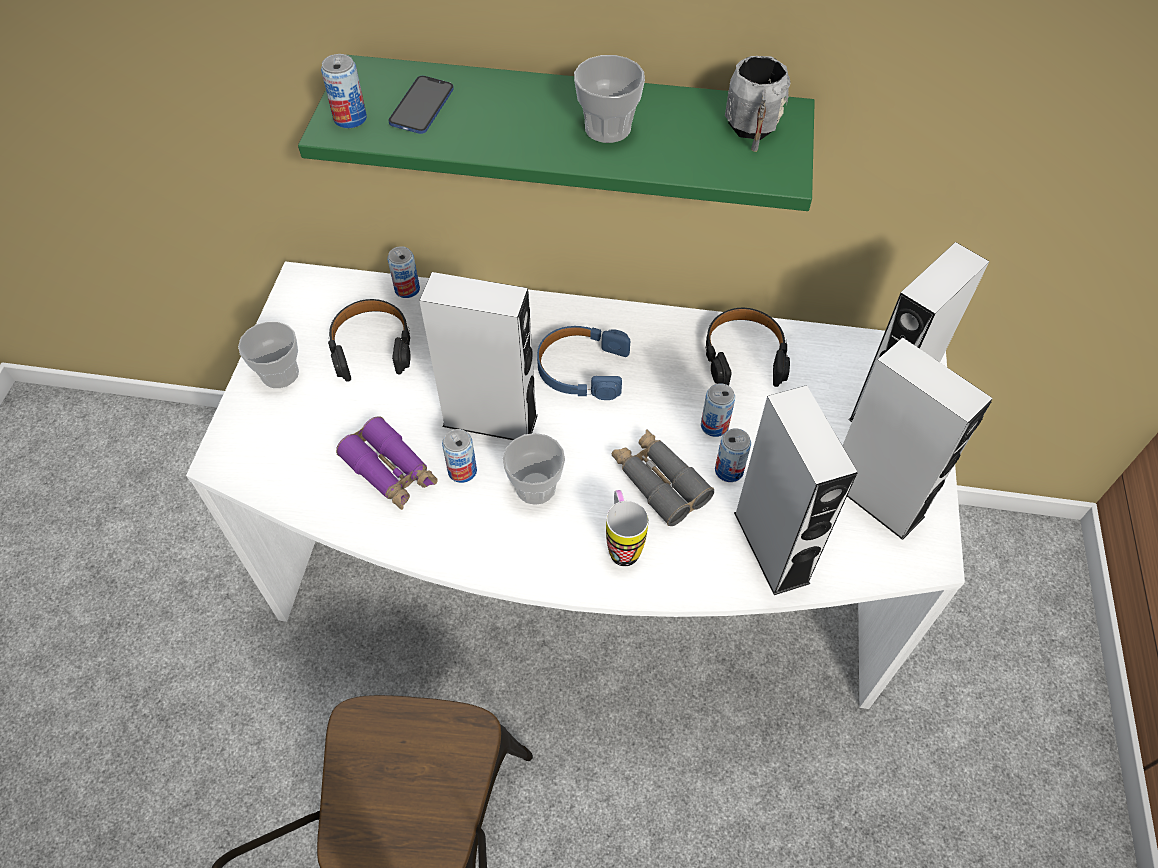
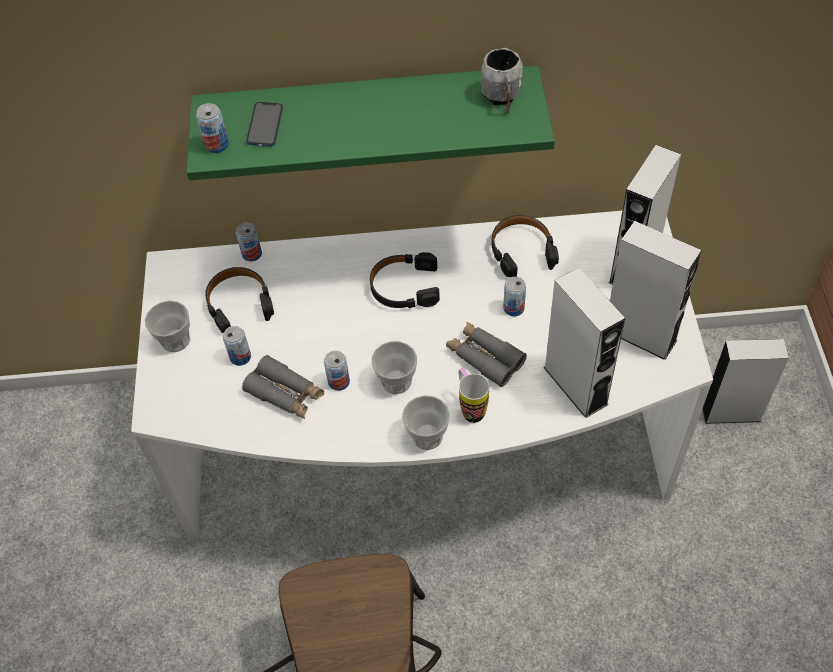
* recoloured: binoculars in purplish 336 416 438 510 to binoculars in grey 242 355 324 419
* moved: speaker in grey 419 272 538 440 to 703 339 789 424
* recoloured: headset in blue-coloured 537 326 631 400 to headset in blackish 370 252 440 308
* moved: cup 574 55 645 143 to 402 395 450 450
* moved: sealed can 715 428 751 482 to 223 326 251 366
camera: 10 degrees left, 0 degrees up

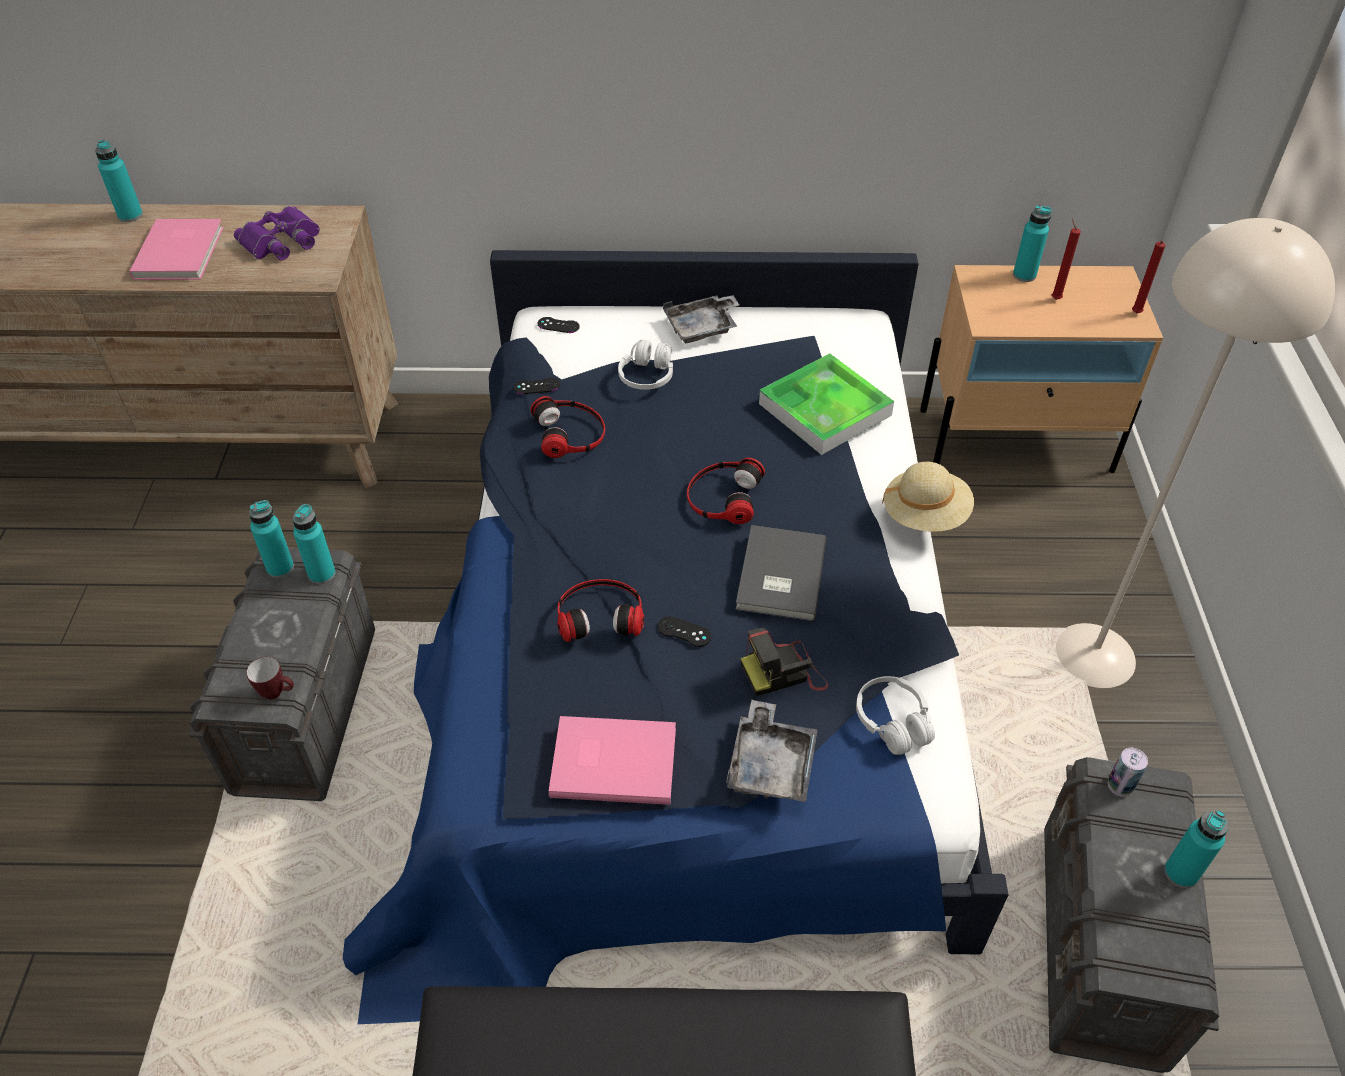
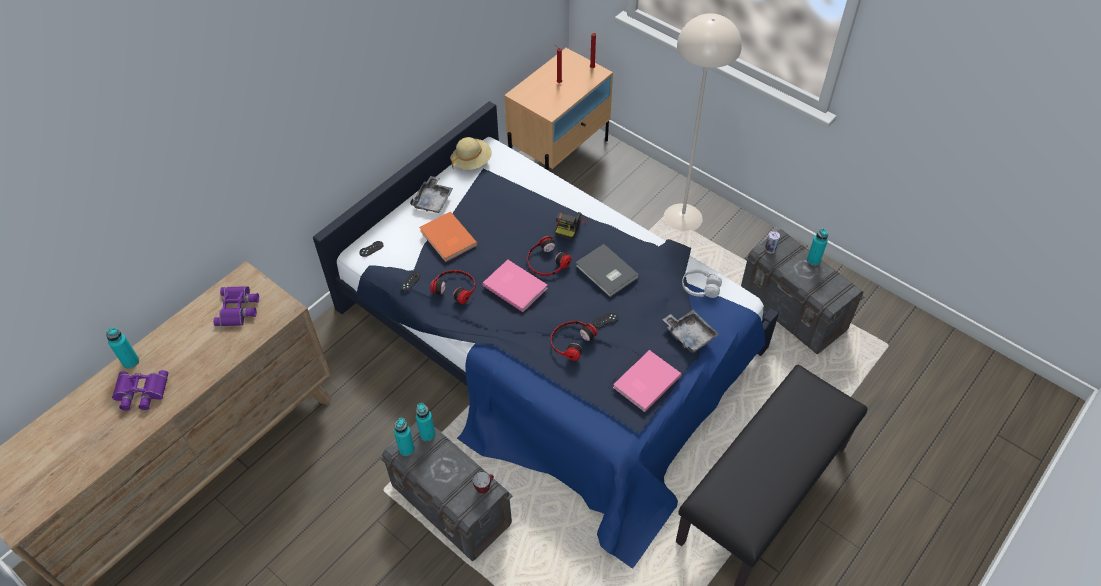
* moved: bound book in pinkish 130 219 224 280 to 482 260 548 312
* replaced: headset in white-coloured 618 340 673 390 to bound book in orange-coloured 419 212 478 262
* moved: photo camera 741 628 828 696 to 555 212 588 240
* removed: tray 759 353 894 455
* moved: clothing hat in sand-coloured 882 462 974 532 to 450 137 492 170
* removed: drink bottle in turquoise-coloured 1013 205 1052 282
* added: binoculars in purplish 112 370 168 411
camera: 50 degrees left, 5 degrees up

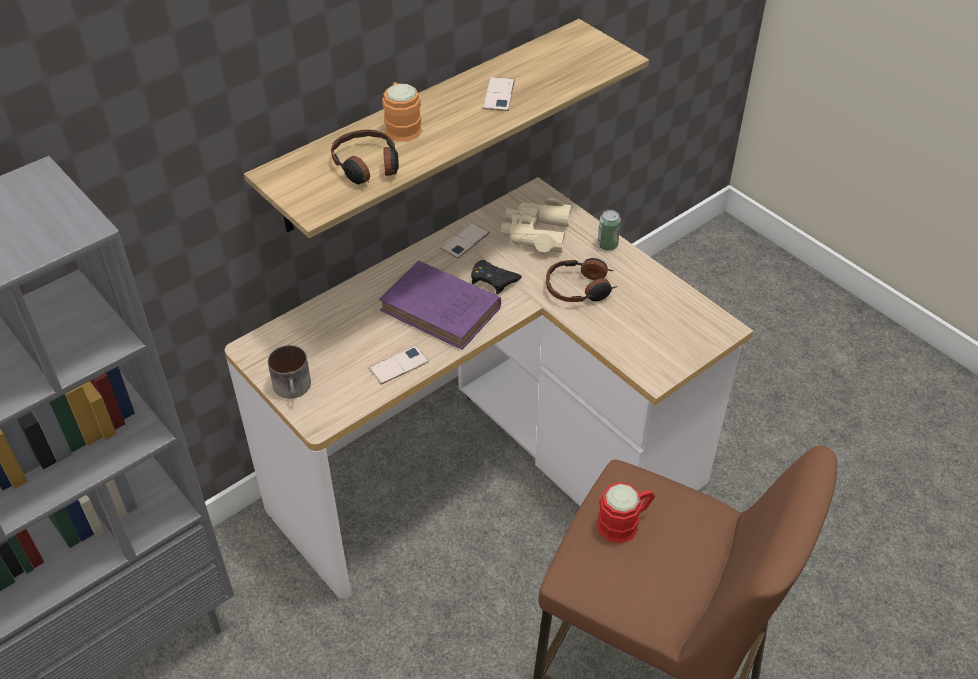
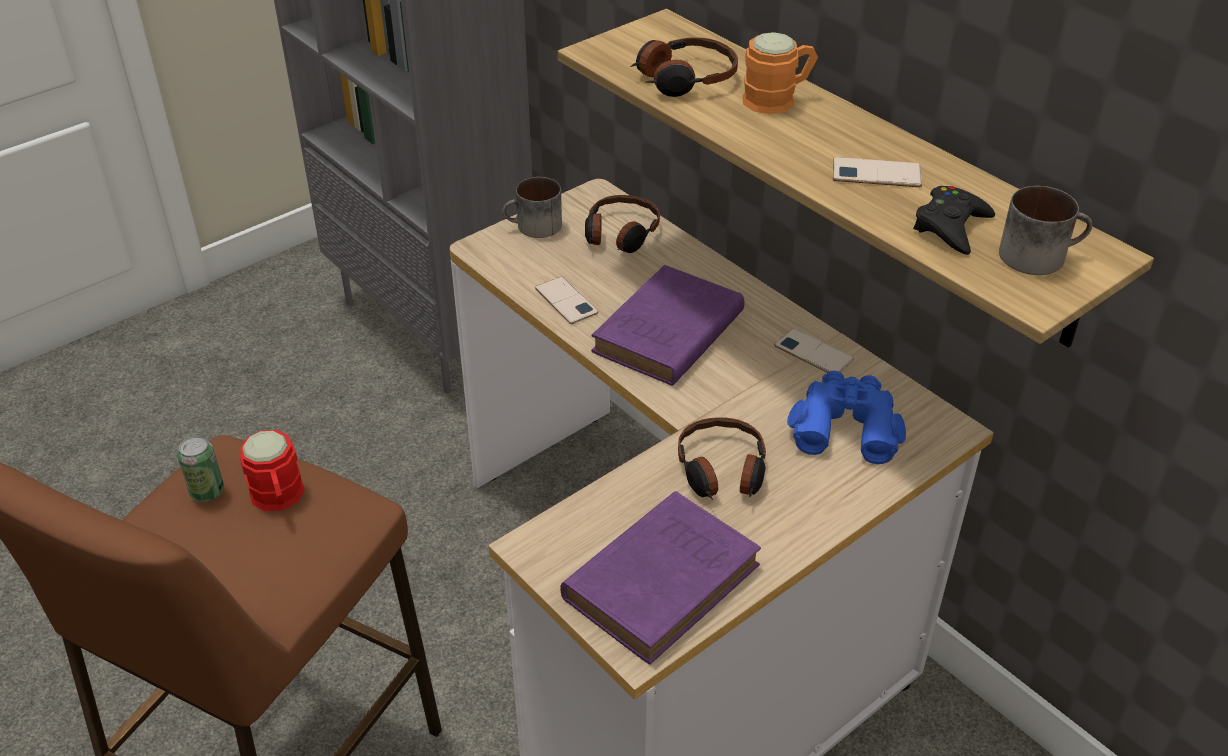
* moved: gamepad in blackish 471 260 522 294 to 913 186 995 255
* recoloured: binoculars in sand-coloured 501 198 572 253 to binoculars in blue-coloured 787 371 906 464
* moved: sealed can 597 210 621 251 to 177 436 224 502
* added: bound book in purplish 560 491 761 665
* added: headset 585 195 660 253
* added: tea mug 999 186 1092 275
camera: 90 degrees right, 5 degrees down

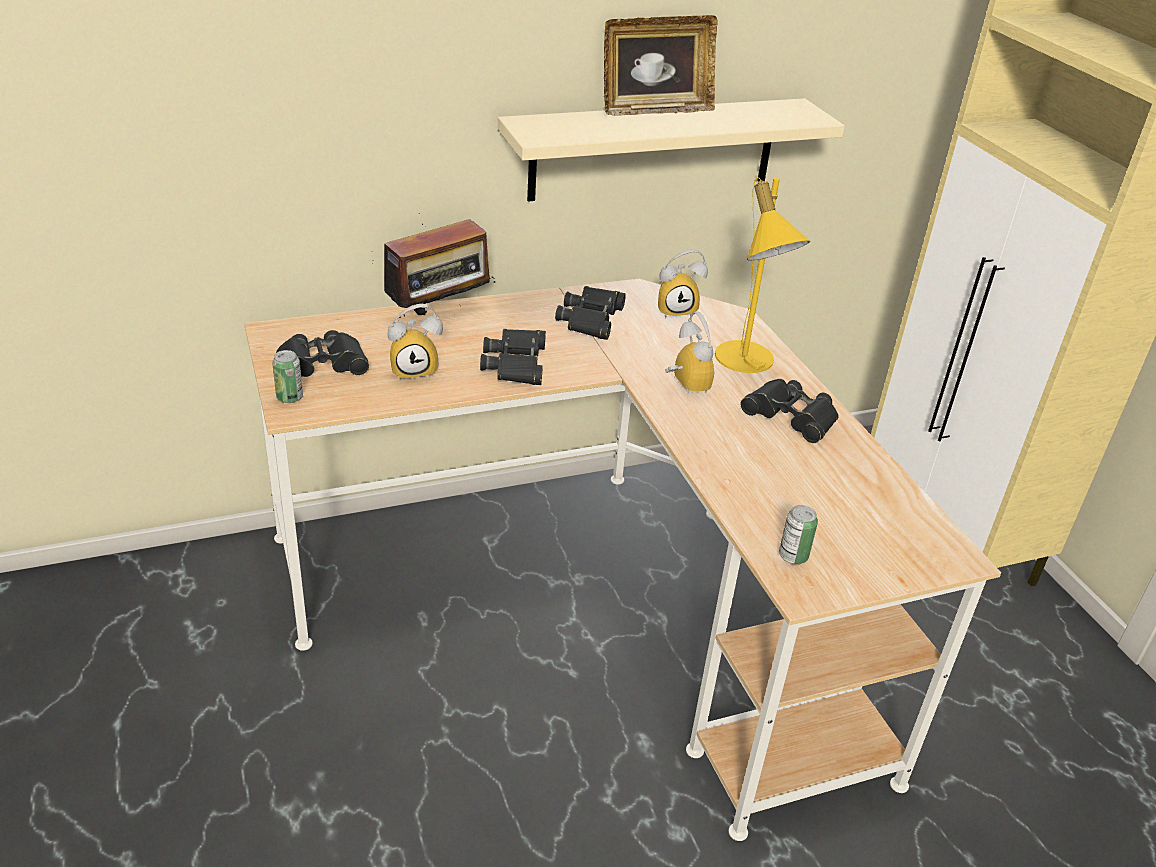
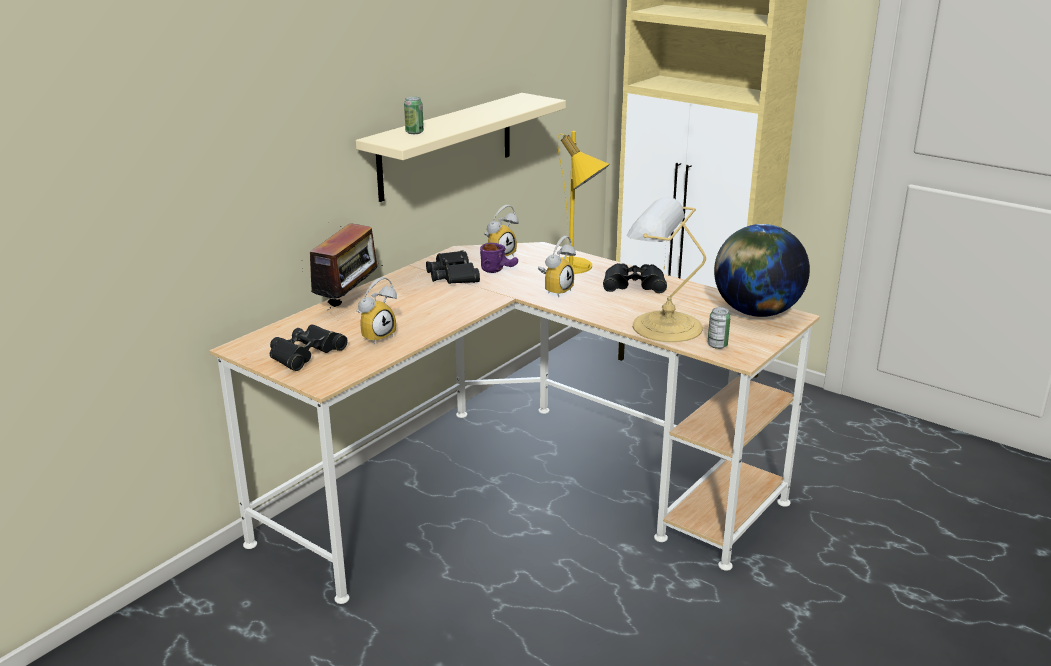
* moved: sealed can 272 350 303 403 to 404 97 424 134
* removed: binoculars in blackish 480 329 546 385
* removed: photo frame 604 15 718 116
* turned: alarm clock 665 312 714 394 = 538 236 576 297 90 degrees clockwise
* added: tea mug in purplish 480 243 518 273
* added: tabletop lamp 626 197 706 342
* added: world globe 714 224 810 317
camera: 30 degrees left, 10 degrees down

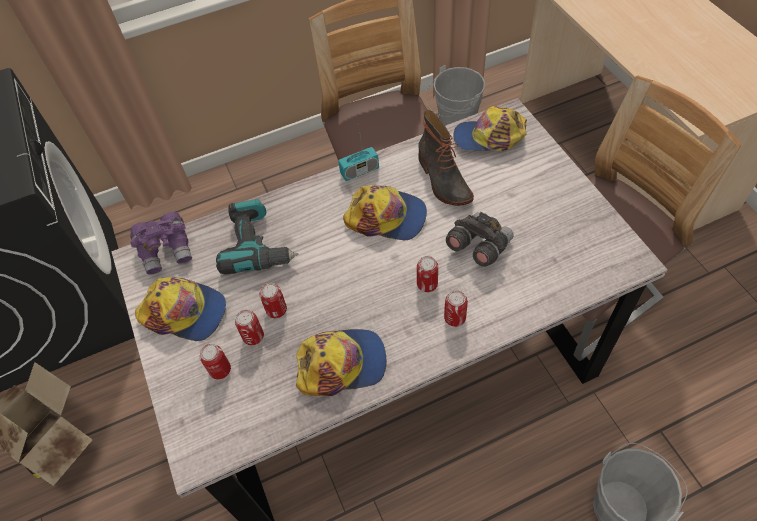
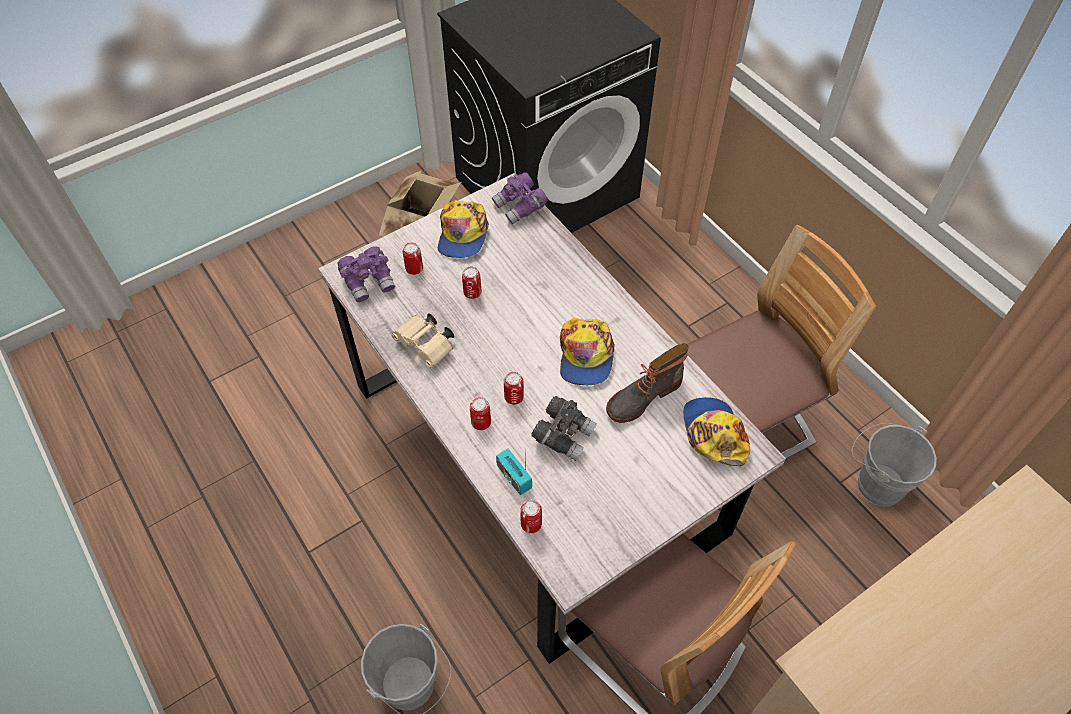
* removed: electric drill 216 199 299 275
* moved: sealed can 235 310 264 345 to 520 500 542 533
* replaced: cap 296 329 387 396 to binoculars in sand-coloured 392 313 454 368
* moved: radio set 338 128 379 181 to 496 448 532 495
* added: binoculars in purplish 337 246 395 302
camera: 75 degrees right, 0 degrees up

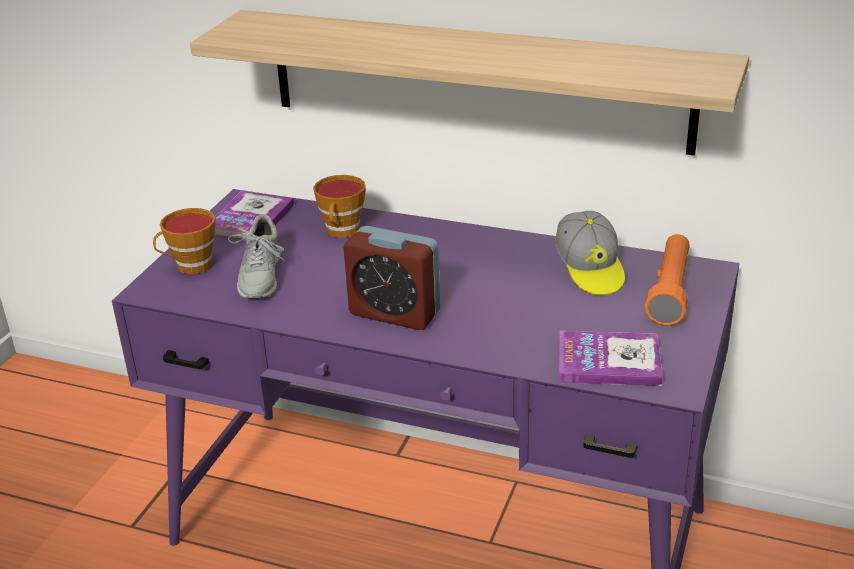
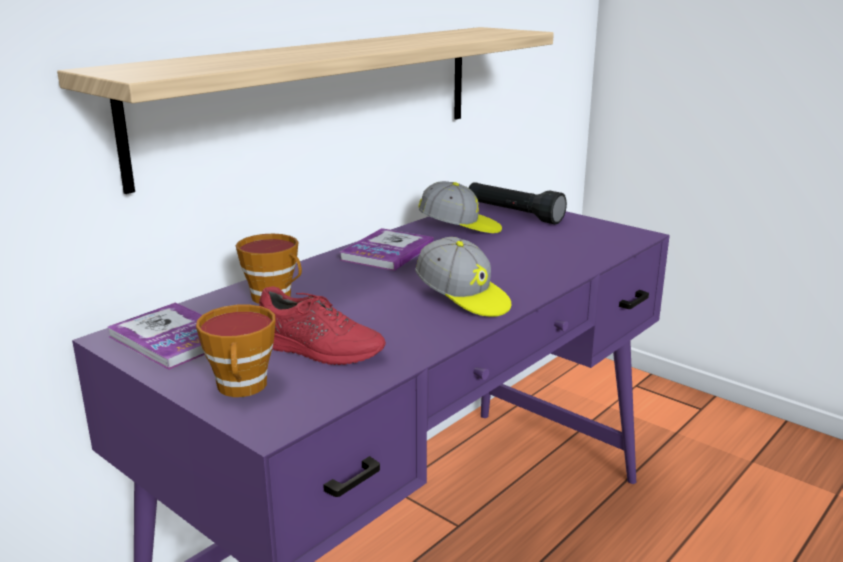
* recoloured: shoe in grey 228 215 285 298 to shoe in reddish 259 286 386 365
* replaced: alarm clock 344 226 440 330 to cap 415 237 511 317
* moved: bound book 559 331 663 386 to 340 228 434 271
* recoloured: flashlight in orange-coloured 645 234 690 326 to flashlight in blackish 468 182 567 224
camera: 70 degrees left, 10 degrees down

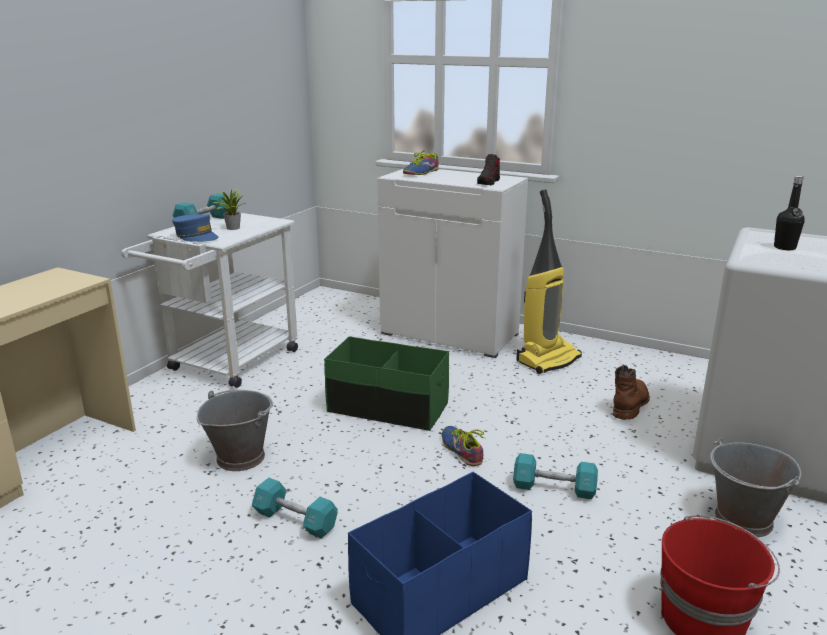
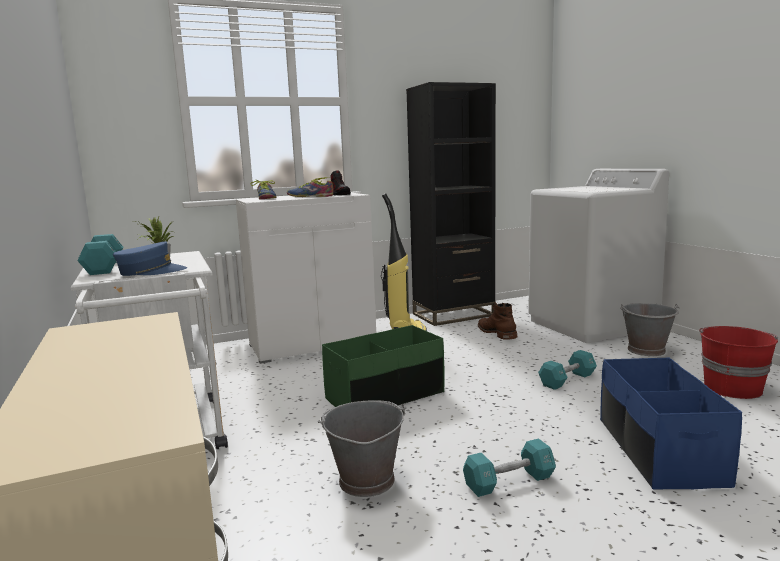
* moved: shoe 442 426 486 466 to 287 177 333 197
* removed: drink bottle in blackish 774 176 805 250
* added: bookcase in blackish 406 82 496 326
camera: 50 degrees left, 10 degrees down

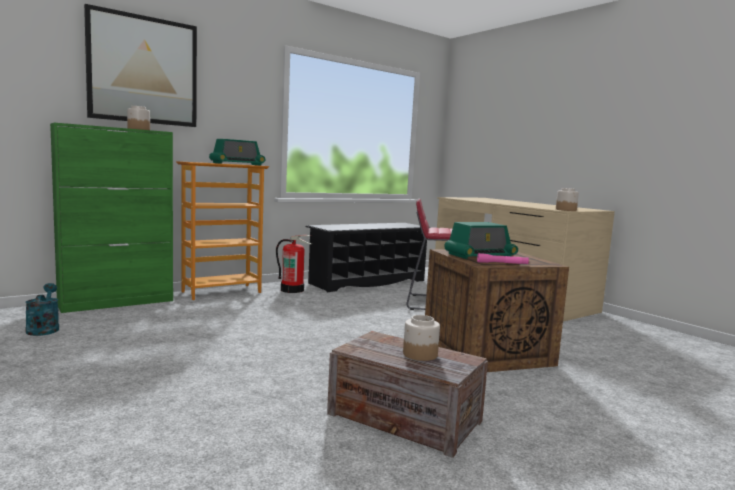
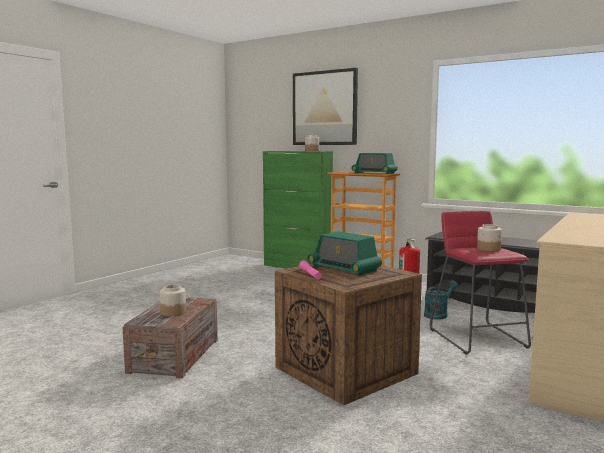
* moved: watering pot in turquoise-coloured 25 283 59 336 to 424 281 458 320
* moved: jar 556 188 579 211 to 477 224 502 251
camera: 70 degrees right, 0 degrees up

